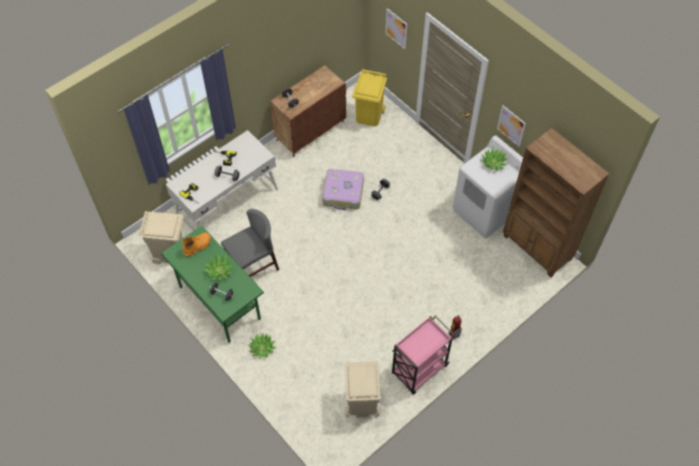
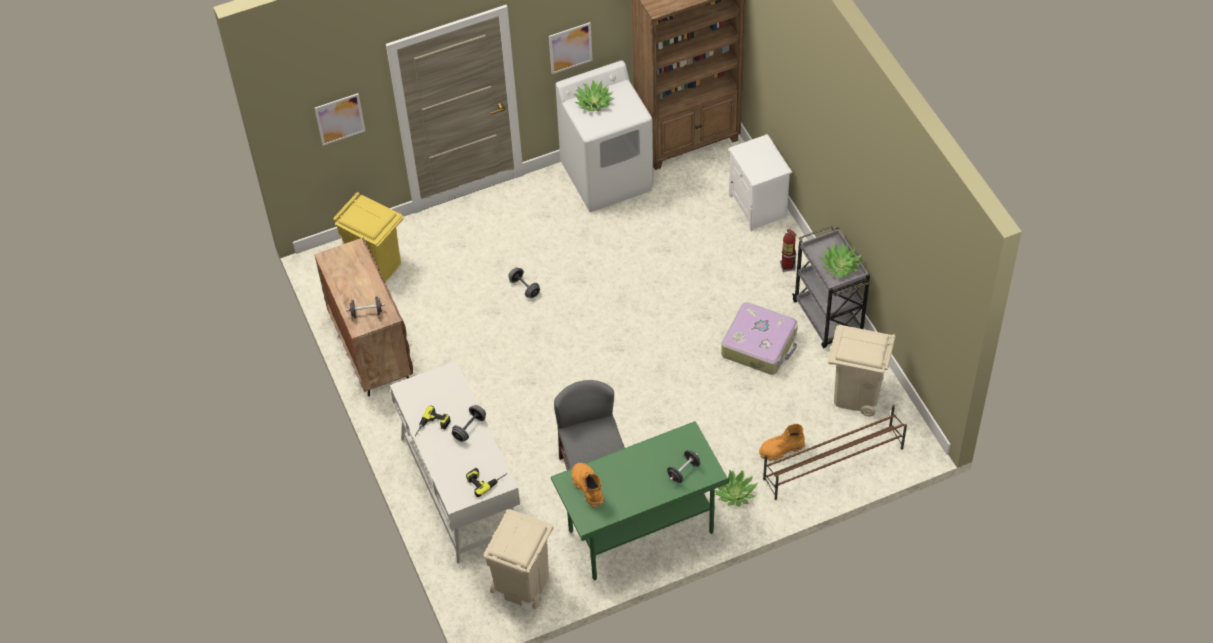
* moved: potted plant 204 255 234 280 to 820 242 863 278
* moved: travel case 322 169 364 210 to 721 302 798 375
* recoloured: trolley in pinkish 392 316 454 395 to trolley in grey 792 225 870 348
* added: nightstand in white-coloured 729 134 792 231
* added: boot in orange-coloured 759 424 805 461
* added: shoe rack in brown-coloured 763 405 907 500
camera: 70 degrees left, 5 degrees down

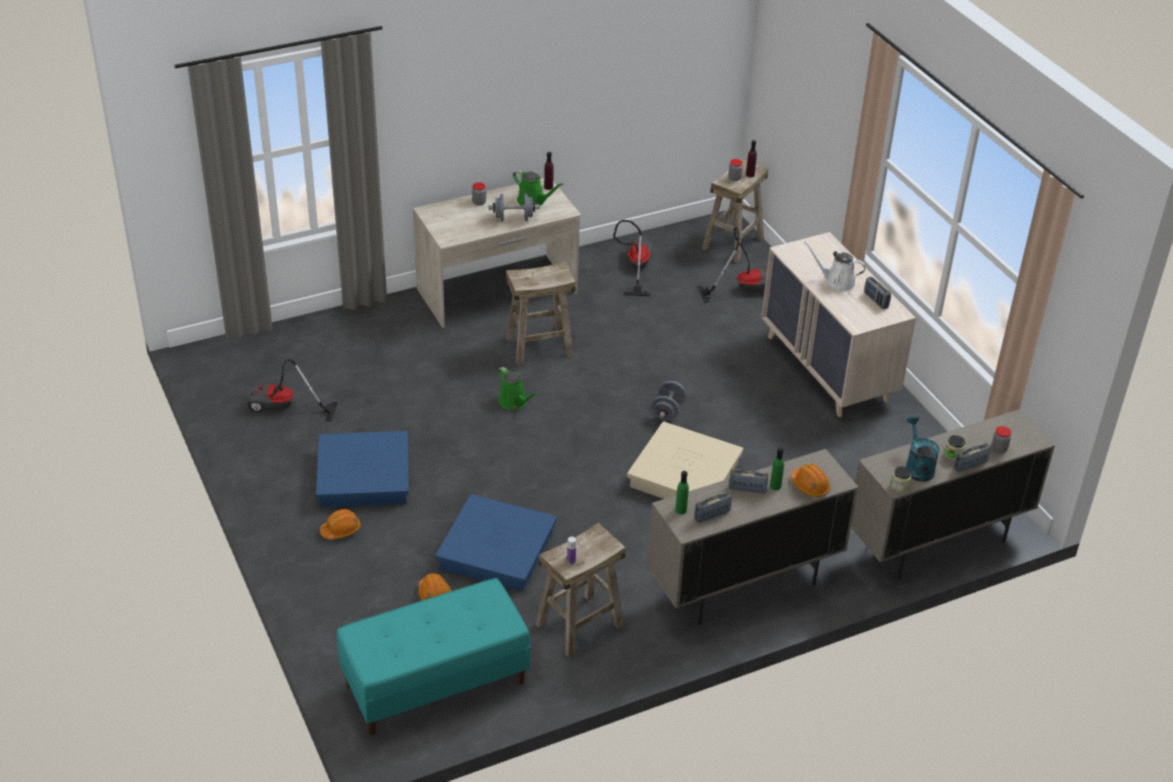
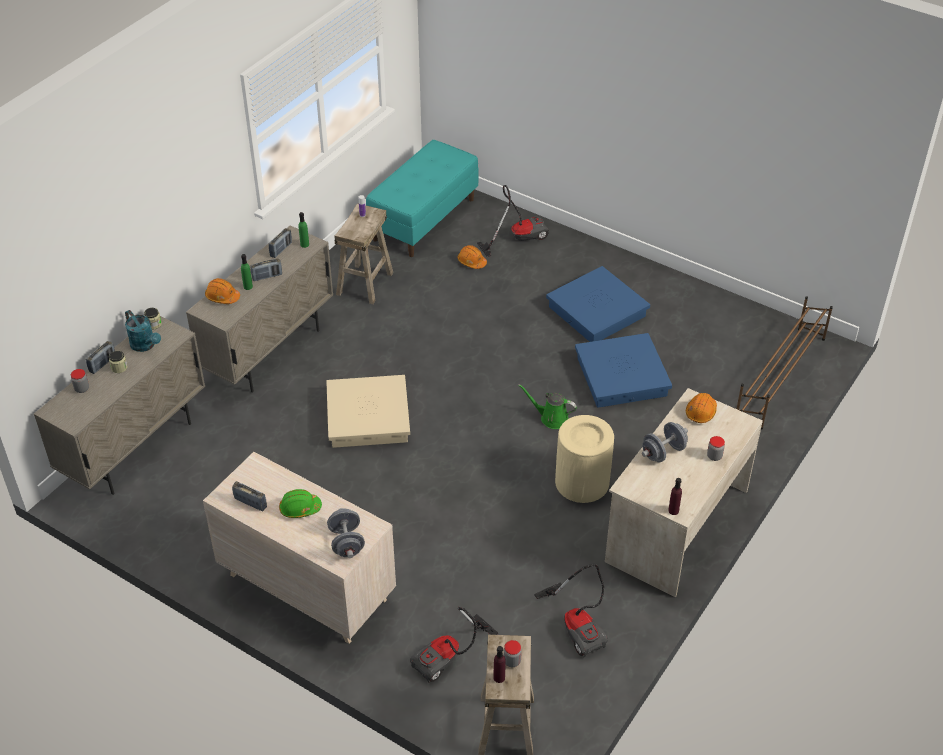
* moved: hoover 247 359 338 422 to 477 185 549 257
* moved: hard hat in orange-coloured 320 509 361 540 to 686 393 717 423
* moved: storage bin in blue-coloured 435 494 557 591 to 575 333 672 408
* replaced: stool in sand-coloured 506 261 576 365 to waste bin in sand-coloured 555 415 614 503
* removed: watering pot in green-coloured 513 170 564 206
* moved: dumbbell in grey 651 381 687 421 to 327 508 365 558
* replaced: watering pot in white-coloured 804 242 866 292 to hard hat in green-coloured 279 489 322 518
* added: shoe rack in brown-coloured 737 296 833 430
camera: 150 degrees right, 5 degrees up

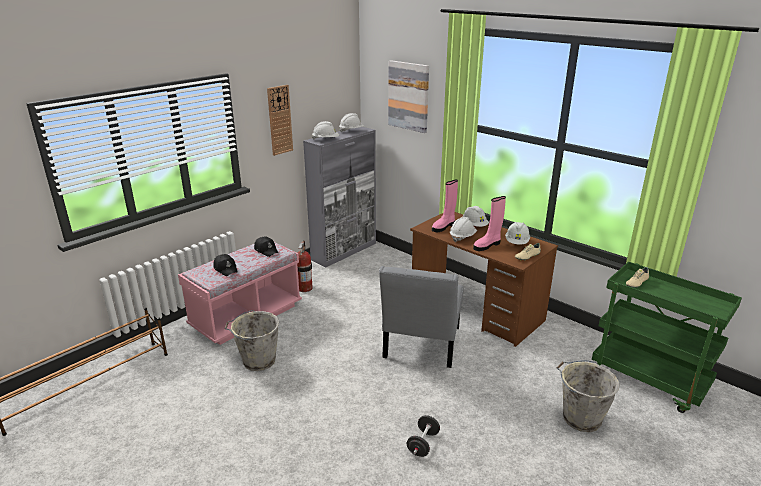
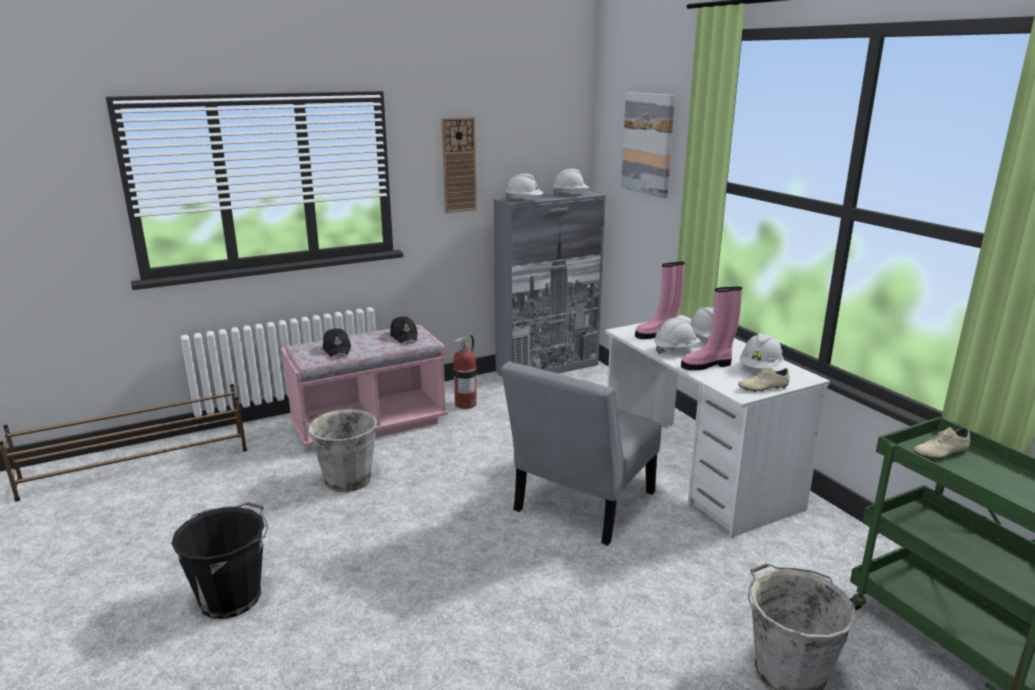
* removed: dumbbell in blackish 406 415 440 457
* recoloured: desk table in brown-coloured 410 212 558 347 to desk table in white-coloured 605 315 830 538
* added: water bucket in blackish 171 502 268 619
camera: 20 degrees right, 5 degrees down

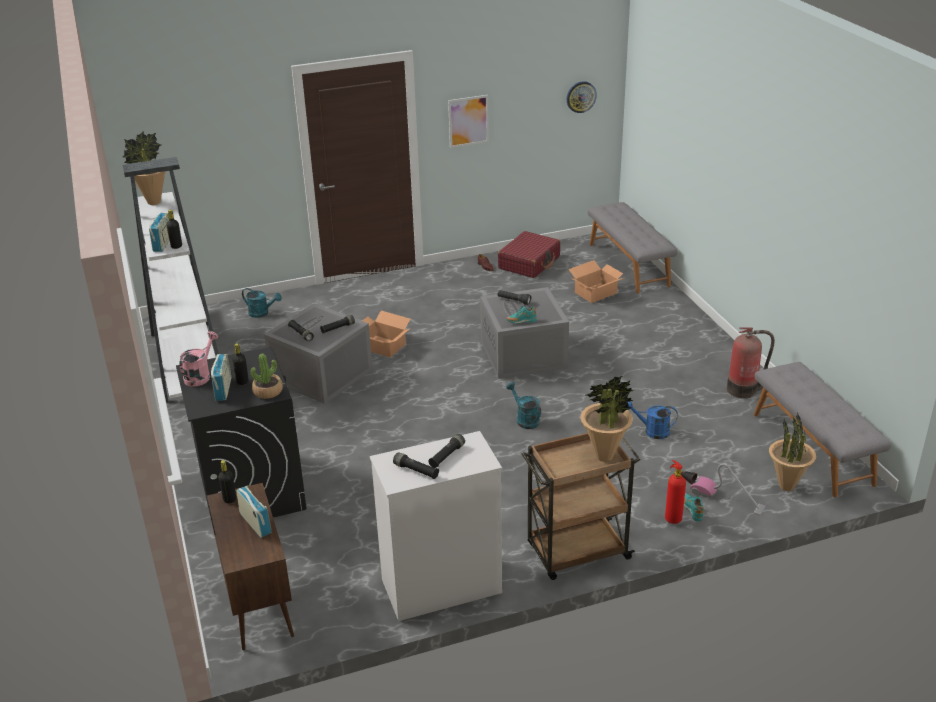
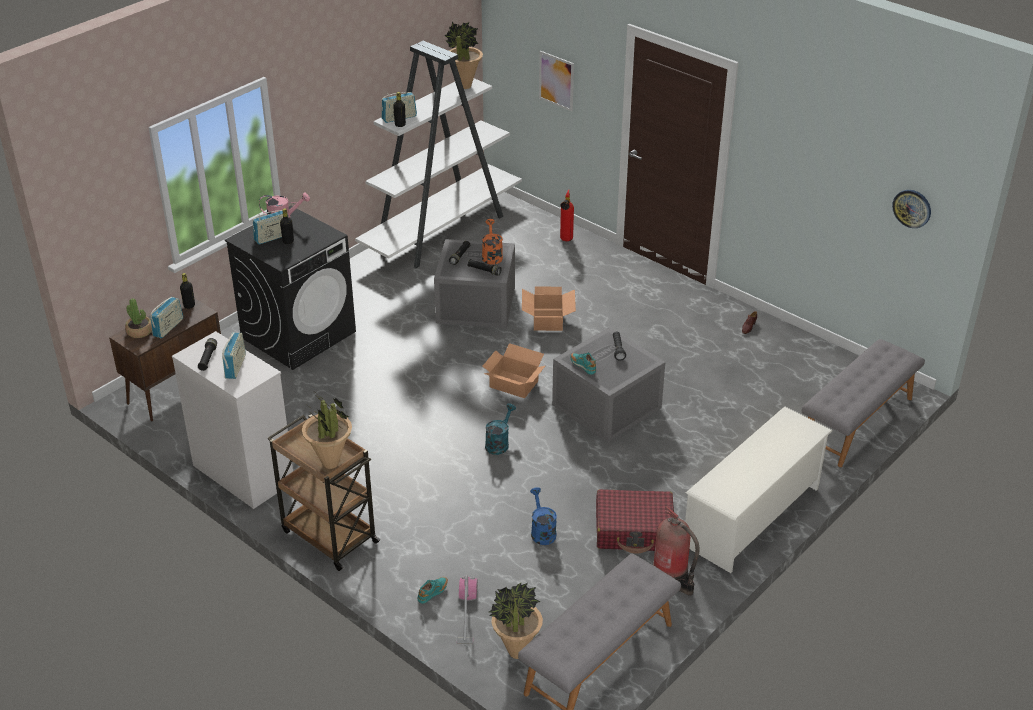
* removed: watering pot in turquoise-coloured 242 288 282 318
* moved: potted plant 250 354 283 399 to 125 299 152 338
* replaced: flashlight in blackish 428 434 465 468 to radio set 222 332 246 379
* moved: wall art 448 95 489 148 to 539 51 574 112
* moved: travel case in reddish 498 231 560 278 to 596 489 674 554
* moved: carton 569 260 624 303 to 483 343 545 398
* moved: extinguisher 665 460 697 524 to 560 190 574 241
* added: watering pot in orange-coloured 482 219 503 265
* added: shoe rack in white-coloured 685 406 833 573
camera: 60 degrees right, 5 degrees up

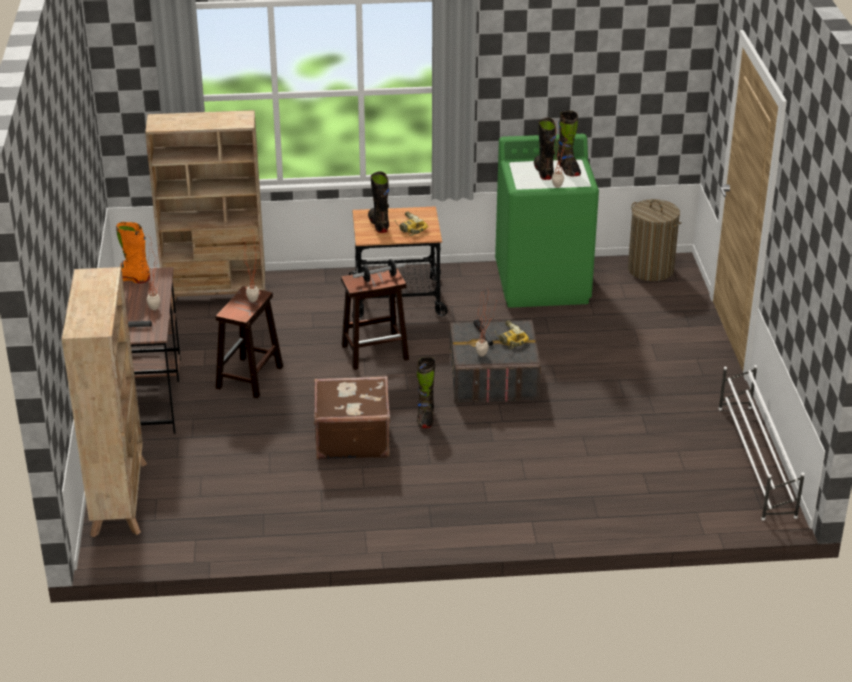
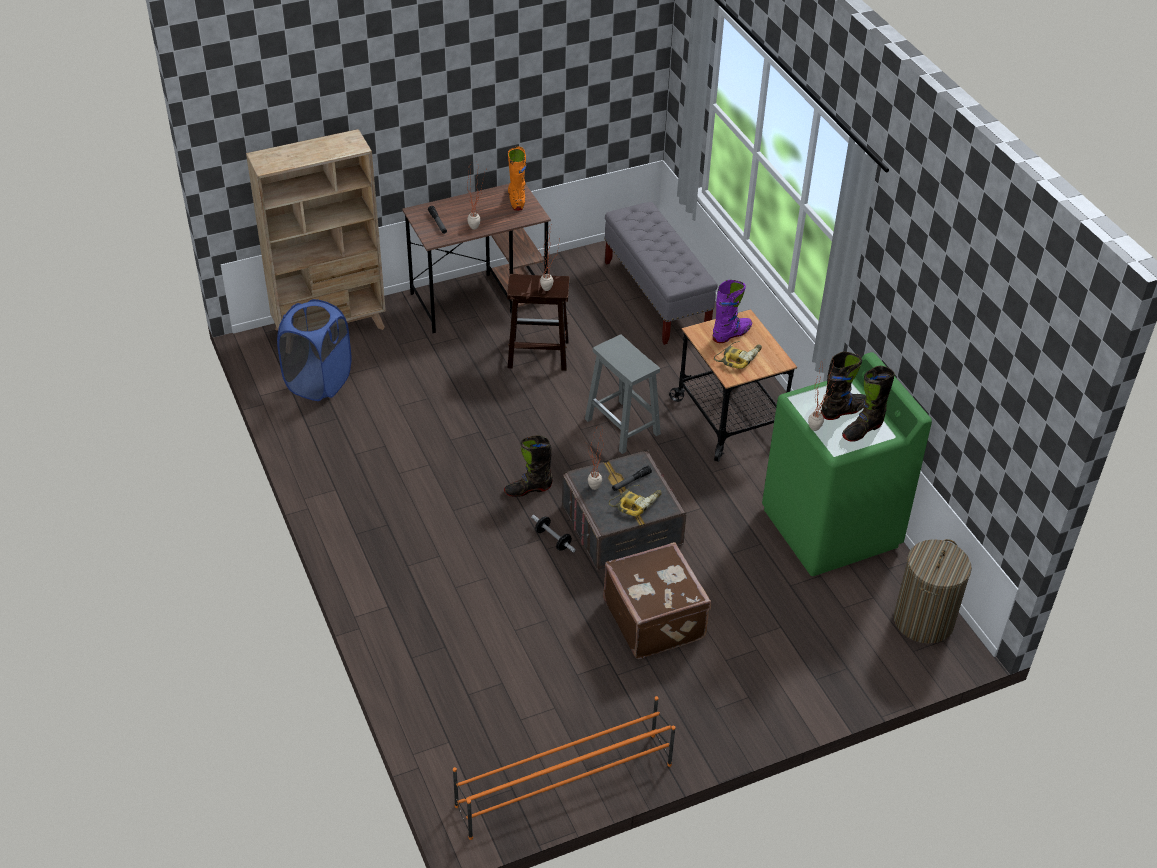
* replaced: bookcase in sand-coloured 145 110 265 310 to long seat in grey 604 202 718 345
* moved: travel case in brown-coloured 314 376 390 460 to 603 542 711 659
* recoloured: stool in brown-coloured 341 268 409 370 to stool in grey 585 335 661 454
* moved: dumbbell 353 259 405 282 to 531 515 576 553
* recoloured: boot in blackish 368 171 389 233 to boot in purplish 713 280 752 343
* recoloured: shoe rack in white-coloured 718 365 805 521 to shoe rack in orange-coloured 453 696 676 840
* added: laundry basket in blue-coloured 277 299 351 401
camera: 70 degrees right, 10 degrees up

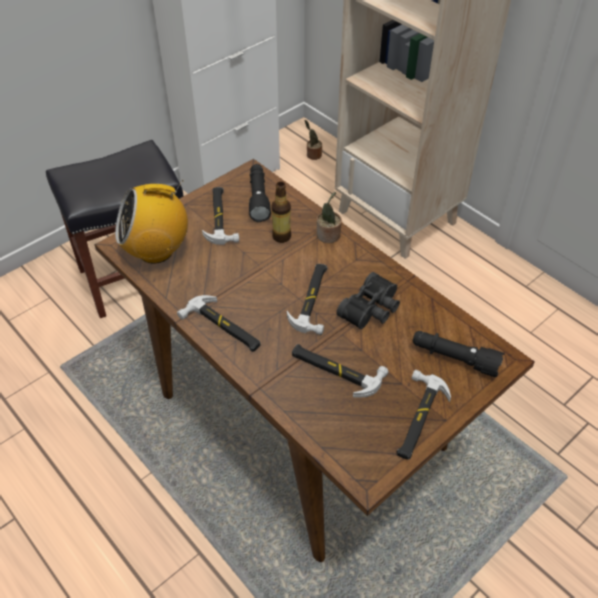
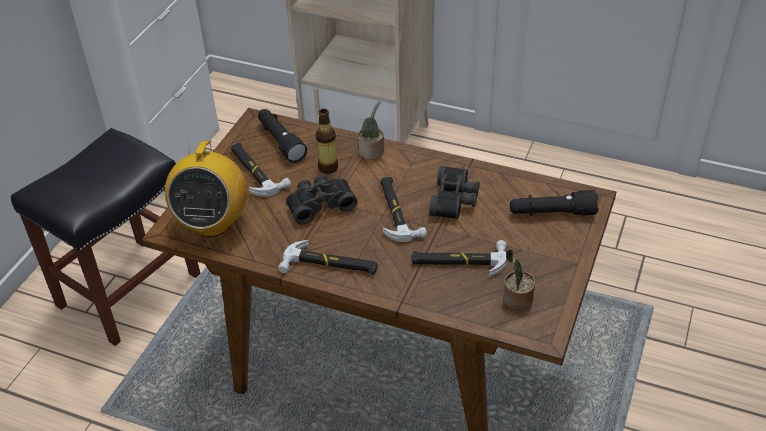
* turned: radio set 115 180 188 264 = 165 139 247 237 45 degrees counterclockwise
* moved: potted plant 304 120 322 160 to 504 249 535 310
* removed: hand hammer 396 370 451 460
* added: binoculars in blackish 286 175 358 225
camera: 25 degrees left, 5 degrees down

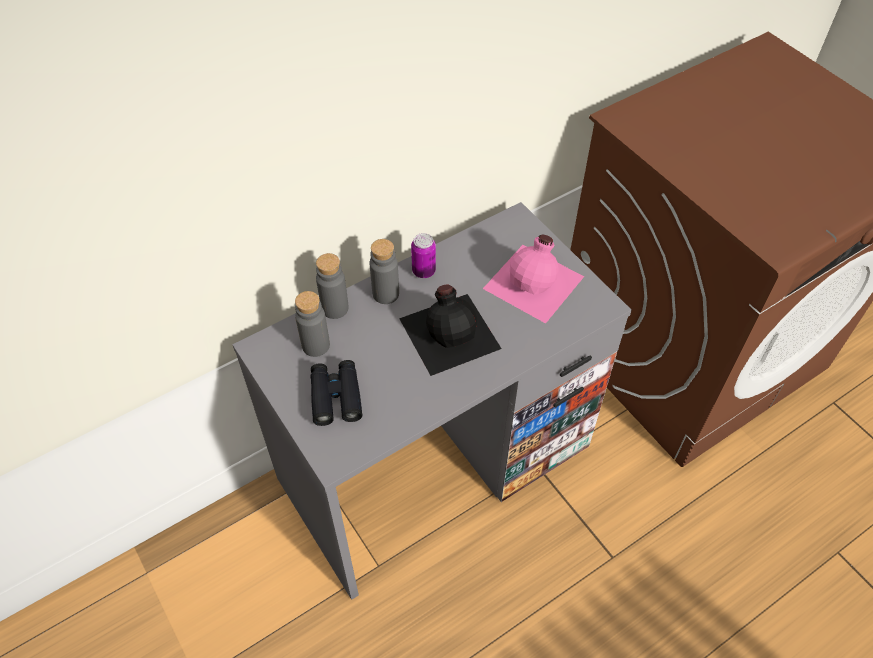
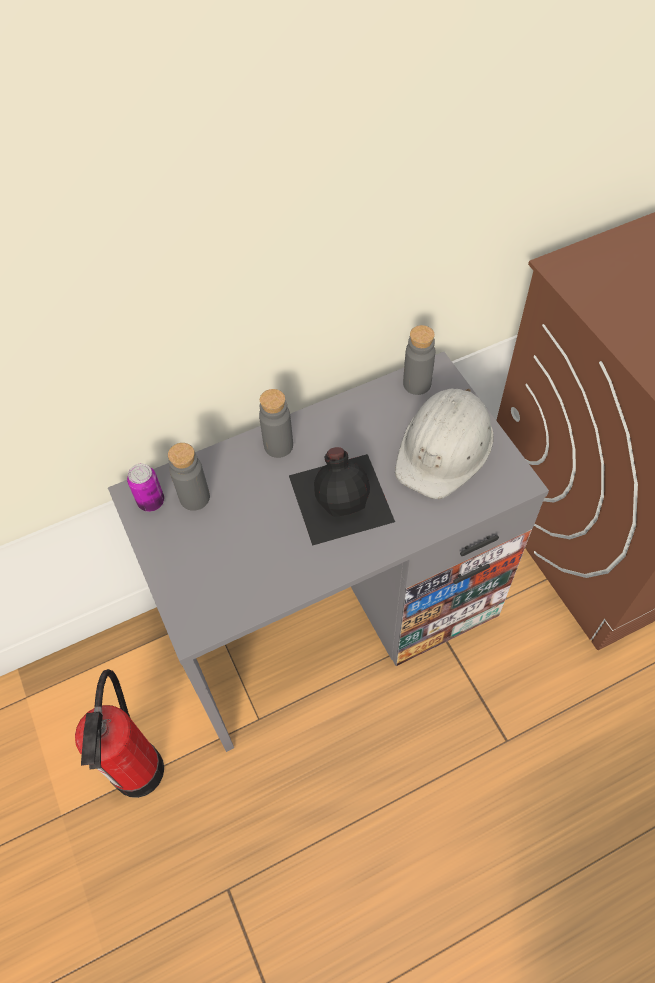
* removed: binoculars in blackish 311 360 362 426
* moved: drink bottle in grey 316 253 349 319 to 403 325 435 395
* moved: sealed can 411 233 436 278 to 127 464 164 512
* replaced: drink bottle in pinkish 483 235 584 323 to hard hat in white-coloured 395 389 494 499
* added: extinguisher 75 669 164 798
camera: 10 degrees right, 5 degrees up

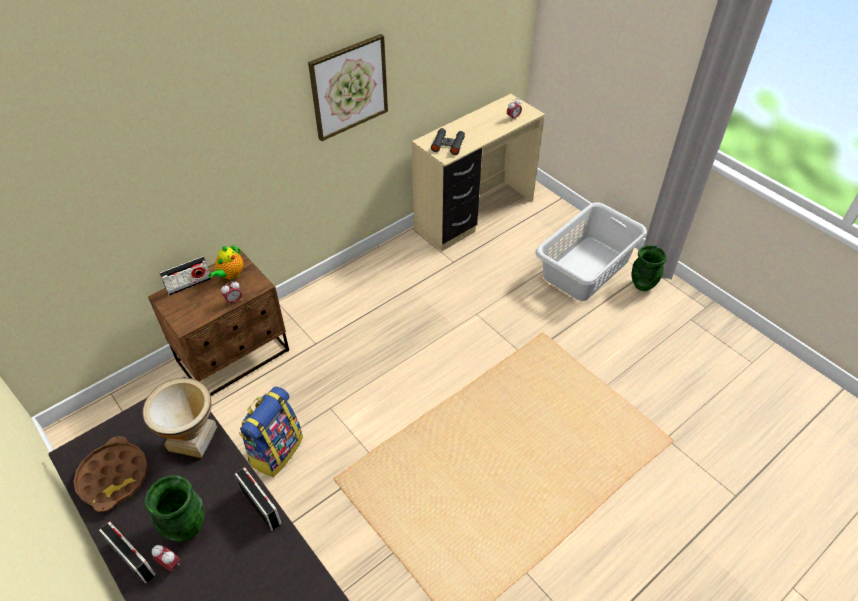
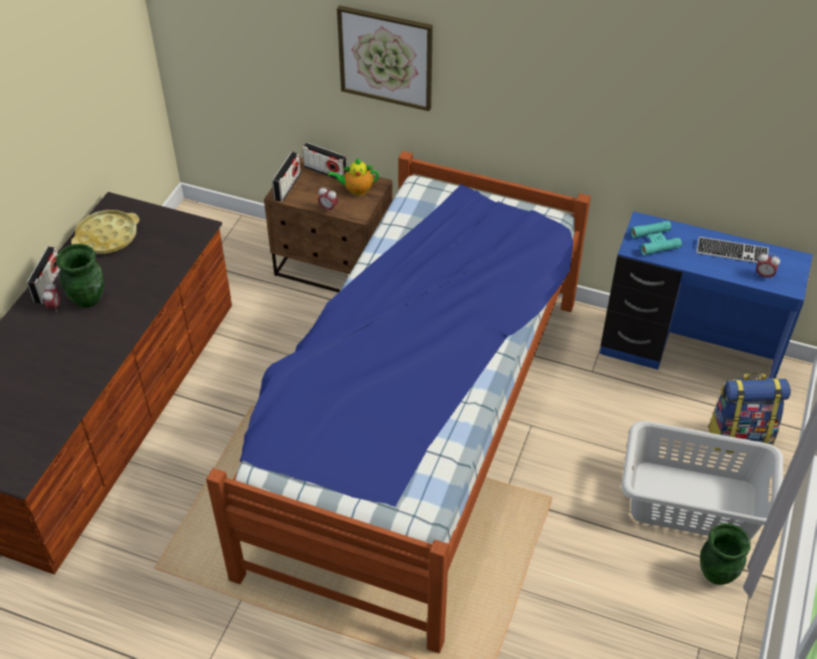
* recoloured: tray in brown-coloured 73 436 148 512 to tray in yellow-coloured 71 210 140 254
* removed: flower vase 142 378 217 458
* moved: radio set 235 467 281 531 to 272 152 301 202
* moved: knapsack 239 386 303 477 to 708 373 791 453
* moved: wall art 308 34 388 141 to 337 5 433 111
* recoloured: desk table in sand-coloured 412 94 545 251 to desk table in blue-coloured 600 211 813 379
* recoloured: binoculars in blackish 431 128 465 155 to binoculars in turquoise-coloured 631 221 682 256
* added: sleeping bed 206 151 591 653
* added: keyboard 697 237 769 263
camera: 60 degrees right, 0 degrees up

